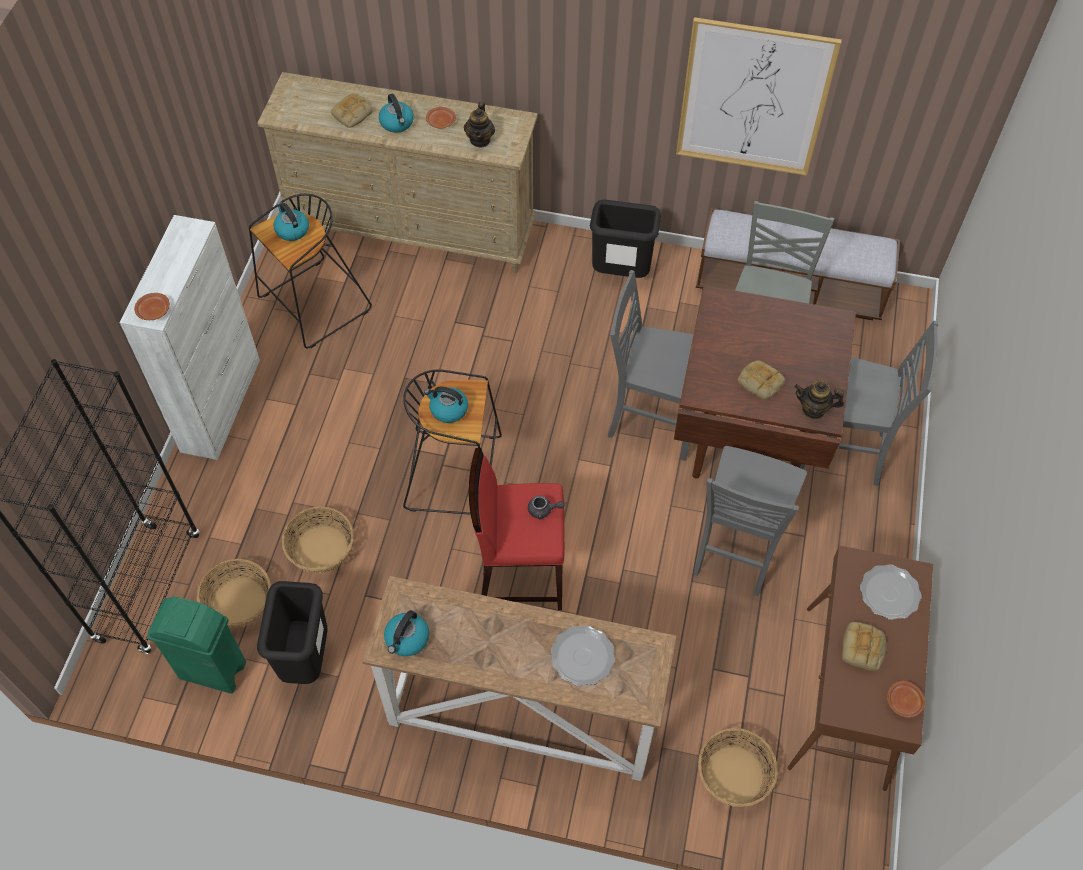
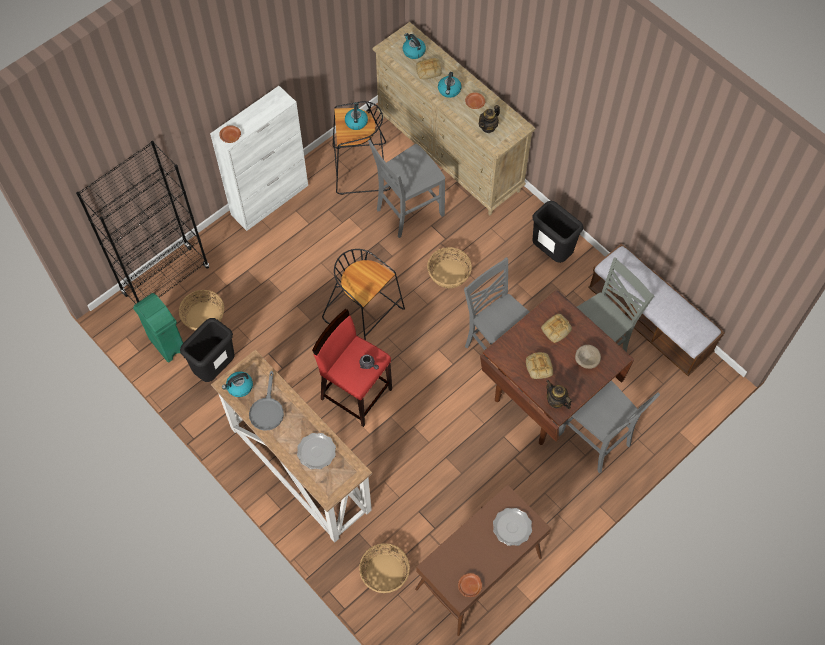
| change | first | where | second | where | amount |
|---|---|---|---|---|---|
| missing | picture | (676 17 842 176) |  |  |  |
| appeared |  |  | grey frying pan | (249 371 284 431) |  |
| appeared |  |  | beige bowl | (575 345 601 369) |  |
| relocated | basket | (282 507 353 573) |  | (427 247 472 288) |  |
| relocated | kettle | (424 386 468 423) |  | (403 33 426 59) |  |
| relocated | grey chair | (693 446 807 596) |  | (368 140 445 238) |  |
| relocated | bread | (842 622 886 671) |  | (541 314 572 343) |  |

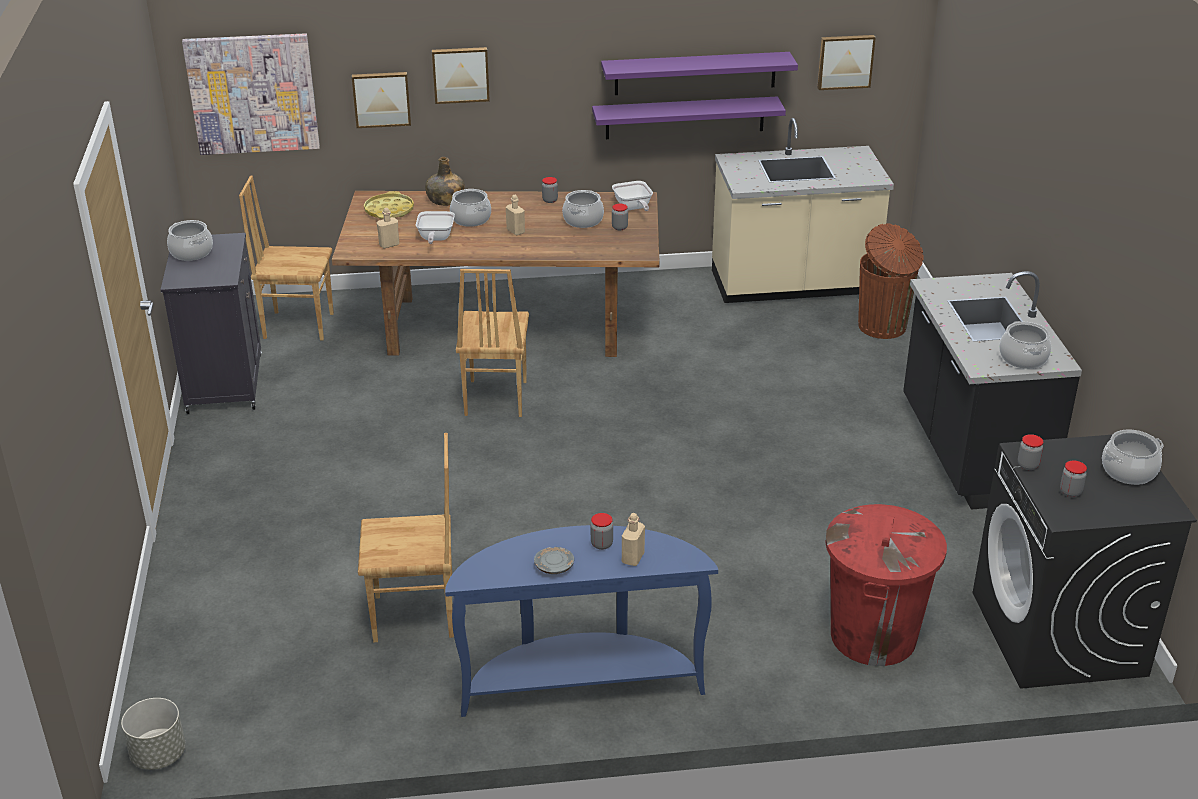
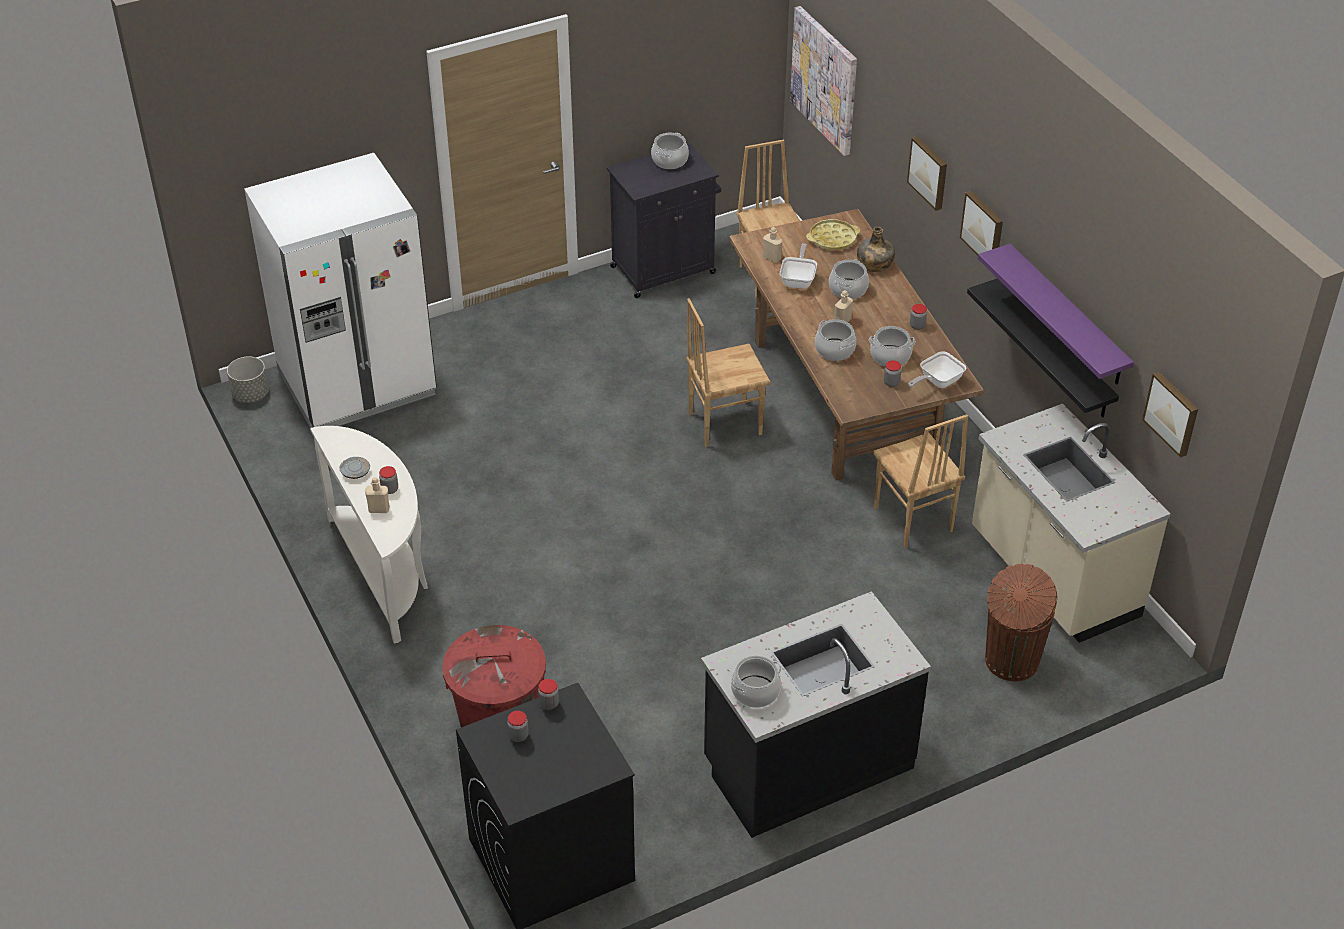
| change | first | where | second | where | amount |
|---|---|---|---|---|---|
| appeared |  |  | white fridge | (244 153 437 428) |  |
| relocated | picture | (352 72 411 128) |  | (960 191 1003 255) |  |
| relocated | brown chair | (358 433 454 642) |  | (873 414 968 548) |  |
| relocated | cooking pot | (1102 430 1163 485) |  | (815 319 856 361) |  |
| colour | blue console table | (445 525 718 717) | white console table | (310 426 428 644) |  |
| colour | purple shelf | (592 96 786 139) | black shelf | (967 279 1119 418) |  |
| spun | frying pan | (416 211 455 244) |  | (780 243 817 289) | 120 degrees clockwise |

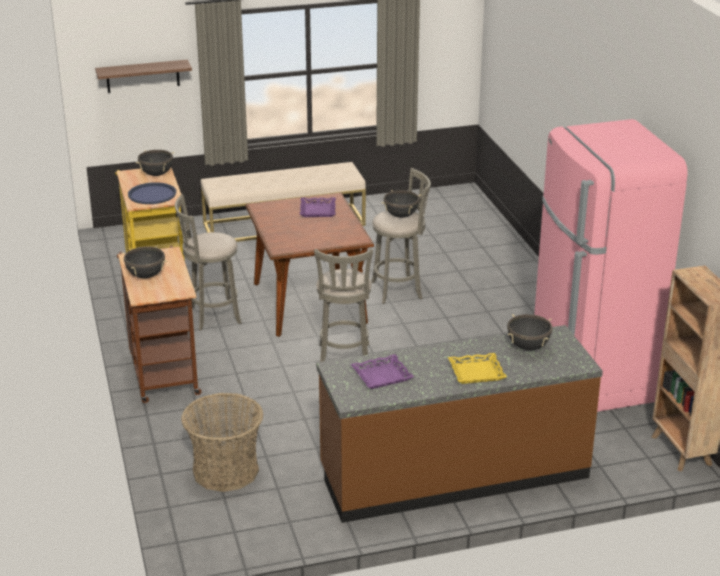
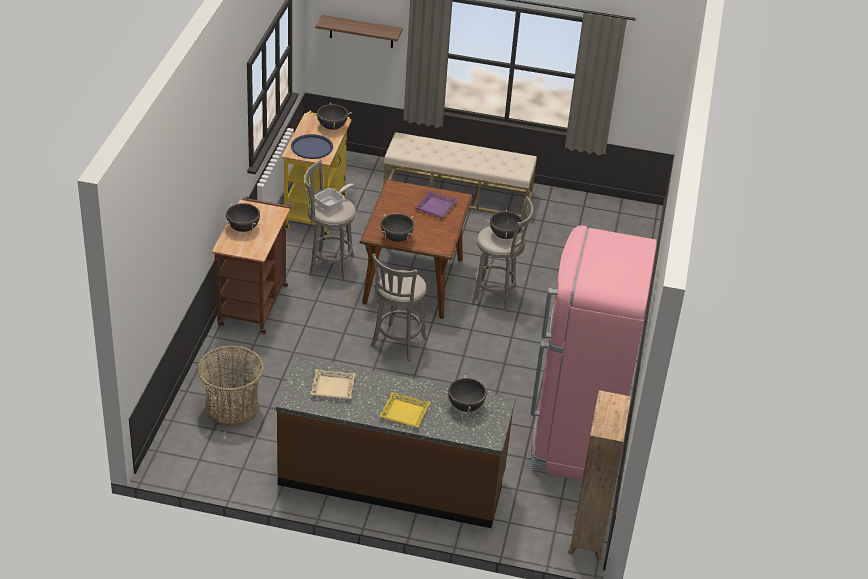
| change | first | where | second | where | amount |
|---|---|---|---|---|---|
| appeared |  |  | frying pan | (315 183 354 211) |  |
| appeared |  |  | black cooking pot | (381 214 414 242) |  |
| colour | purple tray | (351 354 414 389) | beige tray | (310 369 356 399) |  |

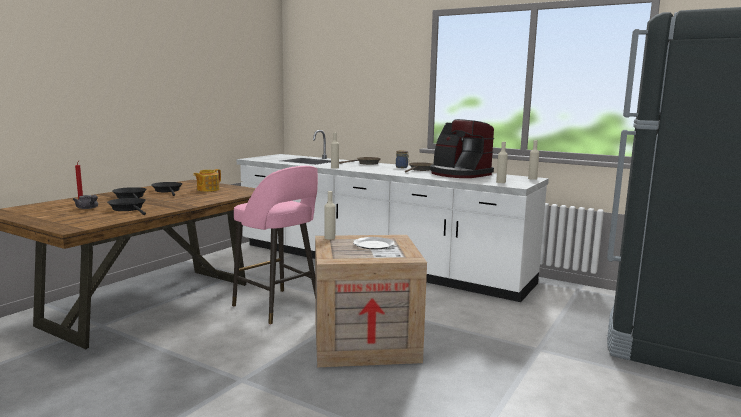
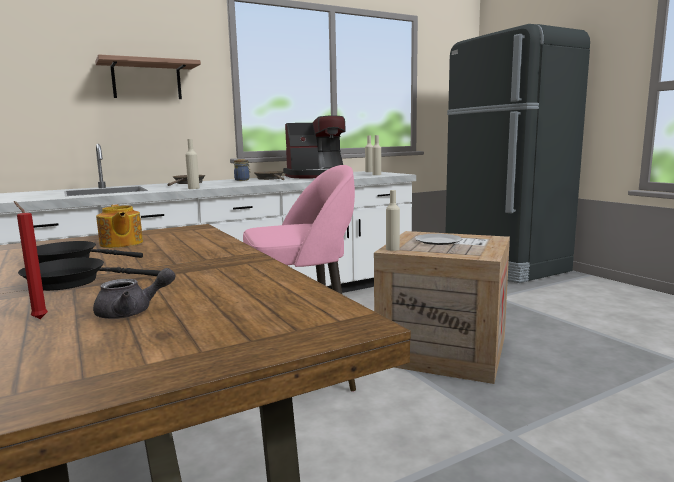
| change | first | where | second | where | amount |
|---|---|---|---|---|---|
| missing | black frying pan | (107 198 146 215) |  |  |  |
| appeared |  |  | shelf | (95 54 201 99) |  |

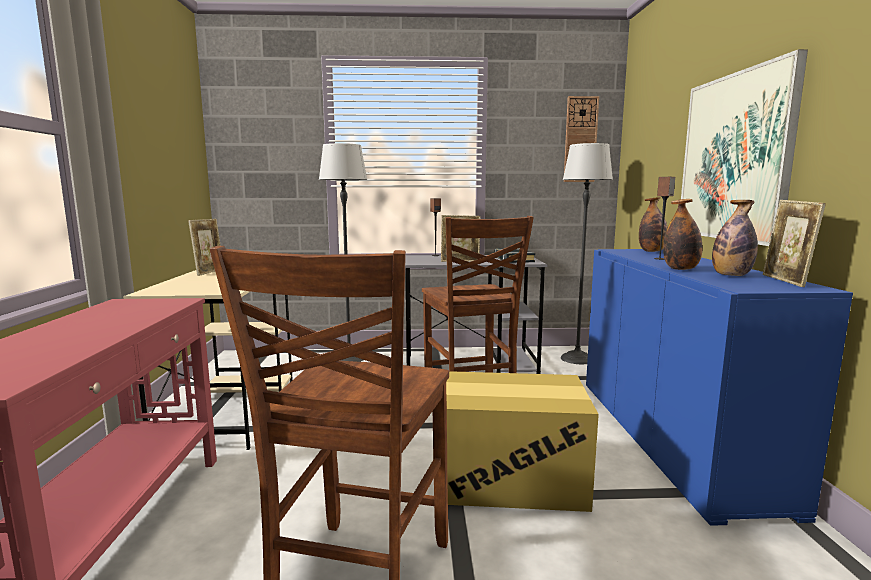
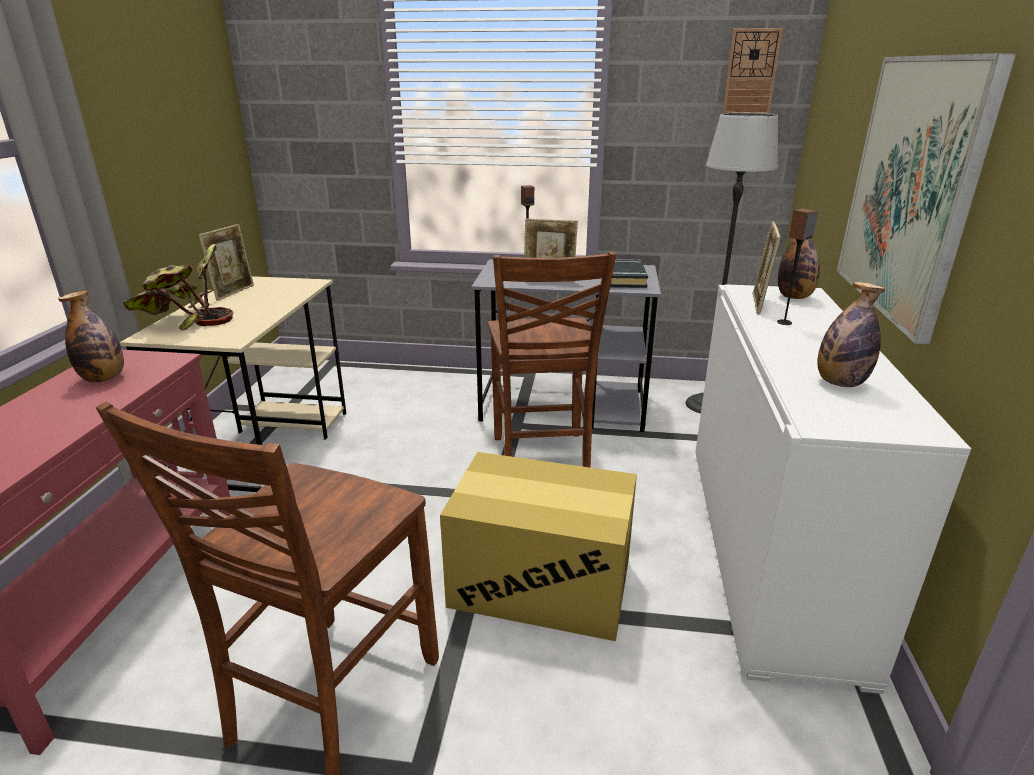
| change | first | where | second | where | amount |
|---|---|---|---|---|---|
| missing | floor lamp | (319 143 367 362) |  |  |  |
| appeared |  |  | potted plant | (123 244 234 330) |  |
| relocated | bottle | (663 199 703 270) |  | (58 290 124 382) |  |
| relocated | picture frame | (763 200 826 287) |  | (753 221 781 315) |  |
| colour | blue cabinet | (586 249 853 526) | white cabinet | (695 284 971 694) |  |

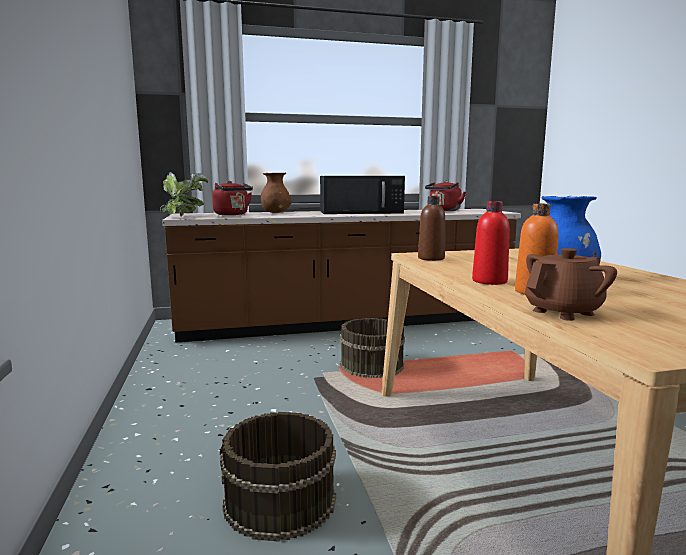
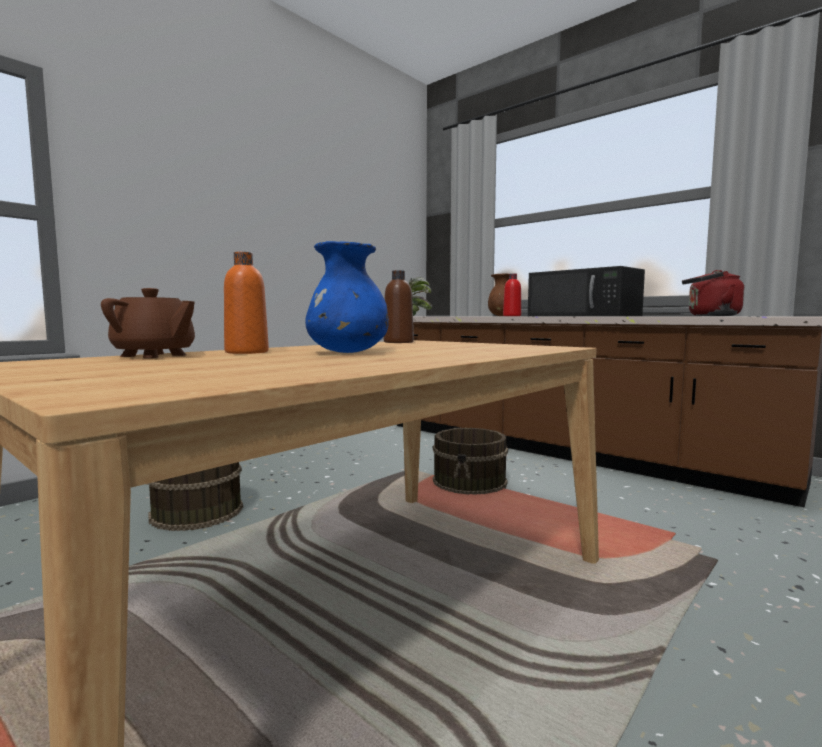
| change | first | where | second | where | amount |
|---|---|---|---|---|---|
| missing | red kettle | (212 181 253 215) |  |  |  |
| relocated | red bottle | (472 201 510 285) |  | (503 274 521 316) |  |

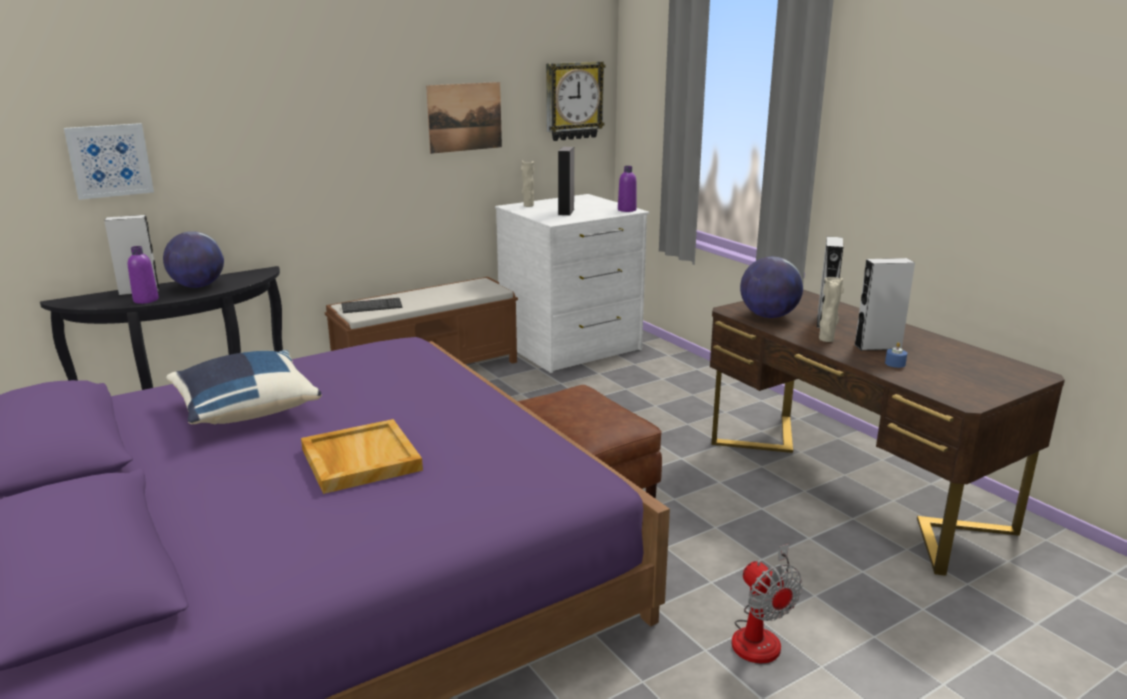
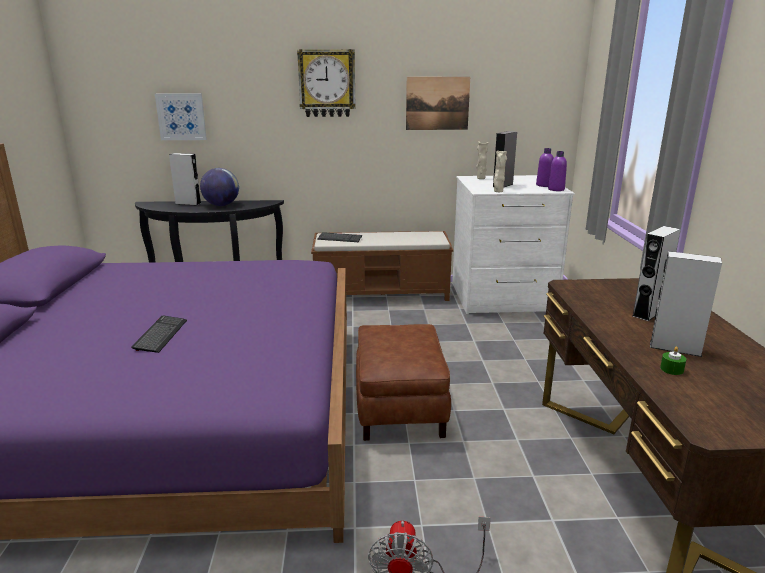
| change | first | where | second | where | amount |
|---|---|---|---|---|---|
| missing | blue pillow | (166 350 322 424) |  |  |  |
| missing | globe | (740 256 803 318) |  |  |  |
| relocated | purple bottle | (128 246 159 304) |  | (536 148 554 187) |  |
| relocated | wall clock | (546 61 606 141) |  | (297 49 356 117) |  |
| relocated | beige vase | (819 277 844 342) |  | (493 151 507 192) |  |
| exchanged | beige tray | (301 419 423 494) | keyboard | (131 316 187 353) |  |
| colour | blue candle | (885 342 907 368) | green candle | (660 347 686 375) |  |

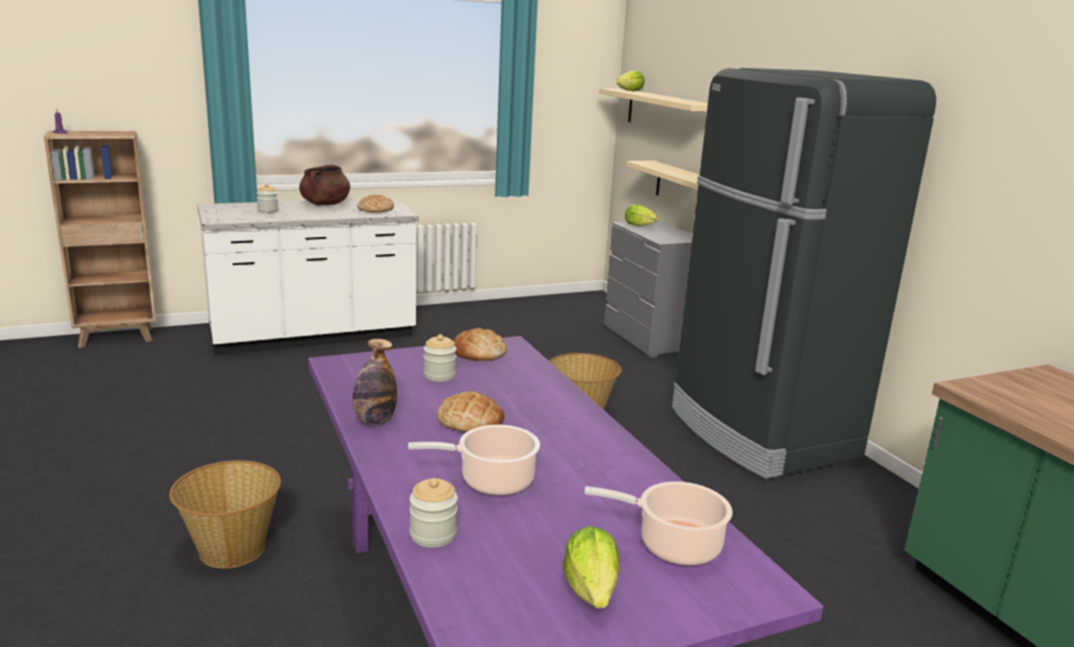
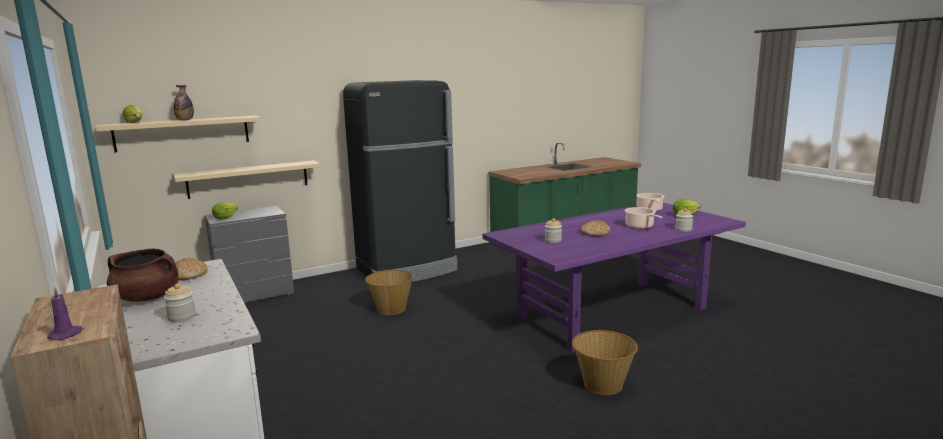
| change | first | where | second | where | amount |
|---|---|---|---|---|---|
| missing | bread | (454 328 507 361) |  |  |  |
| relocated | bottle | (353 339 397 425) |  | (174 85 194 120) |  |

